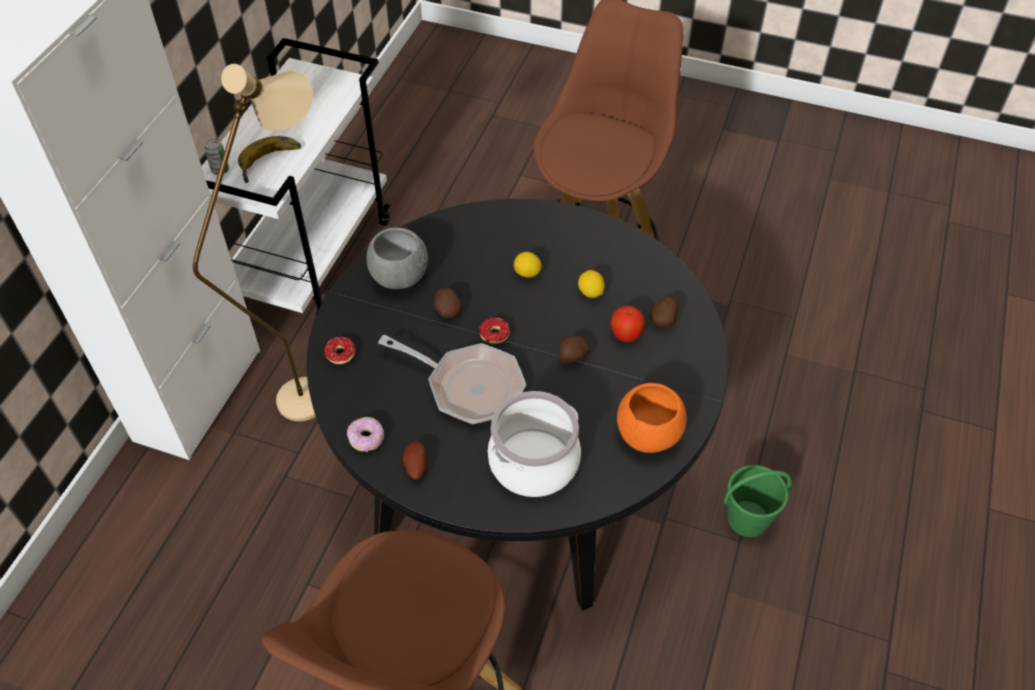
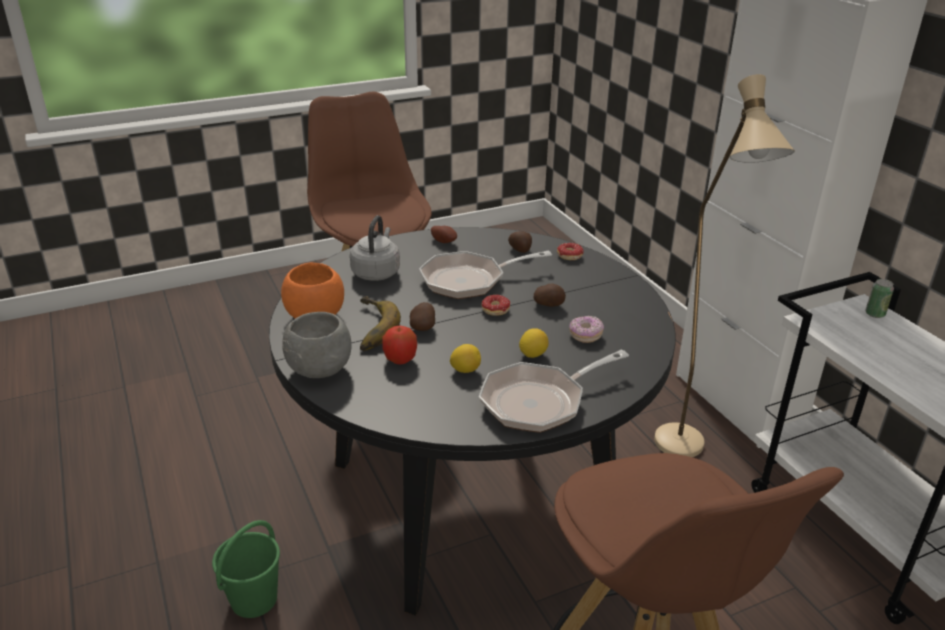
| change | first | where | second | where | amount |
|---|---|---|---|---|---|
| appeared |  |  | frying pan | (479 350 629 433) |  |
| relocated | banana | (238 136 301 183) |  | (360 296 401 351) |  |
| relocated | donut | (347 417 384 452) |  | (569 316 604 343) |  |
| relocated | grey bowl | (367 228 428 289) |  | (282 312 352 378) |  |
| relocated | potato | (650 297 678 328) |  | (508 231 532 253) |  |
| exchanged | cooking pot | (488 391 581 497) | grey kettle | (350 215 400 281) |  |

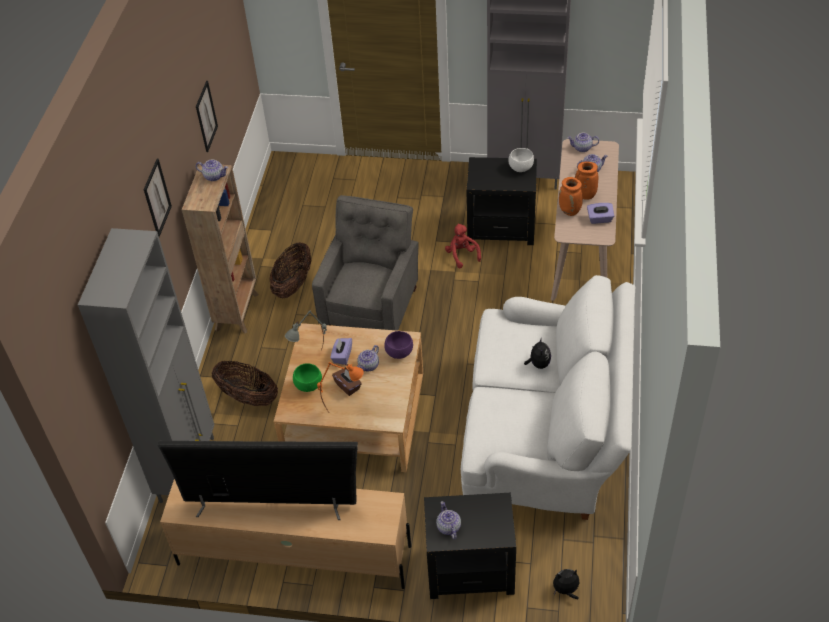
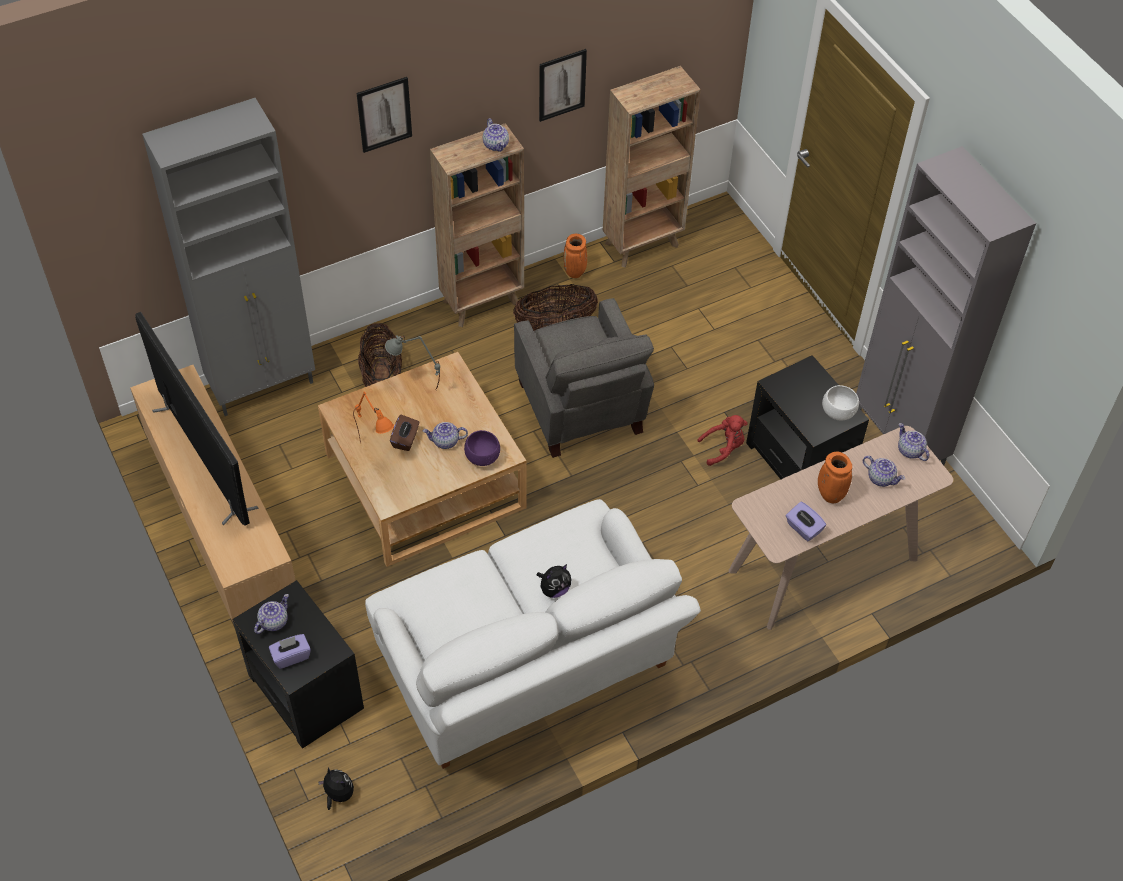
| change | first | where | second | where | amount |
|---|---|---|---|---|---|
| missing | green bowl | (293 364 322 392) |  |  |  |
| appeared |  |  | brown bookcase | (603 66 701 268) |  |
| relocated | purple tissue box | (330 338 352 365) |  | (269 634 311 669) |  |
| relocated | orange vase | (559 177 583 216) |  | (564 234 587 278) |  |
| spun | grey armchair | (312 195 419 331) |  | (514 298 654 458) | 90 degrees clockwise |
| spun | red plush toy | (445 224 481 268) |  | (697 415 747 466) | 45 degrees clockwise |

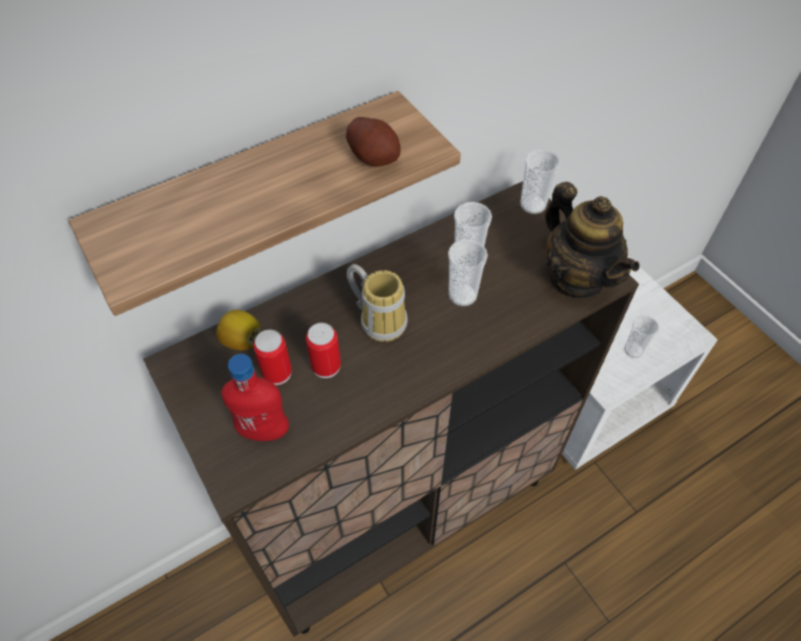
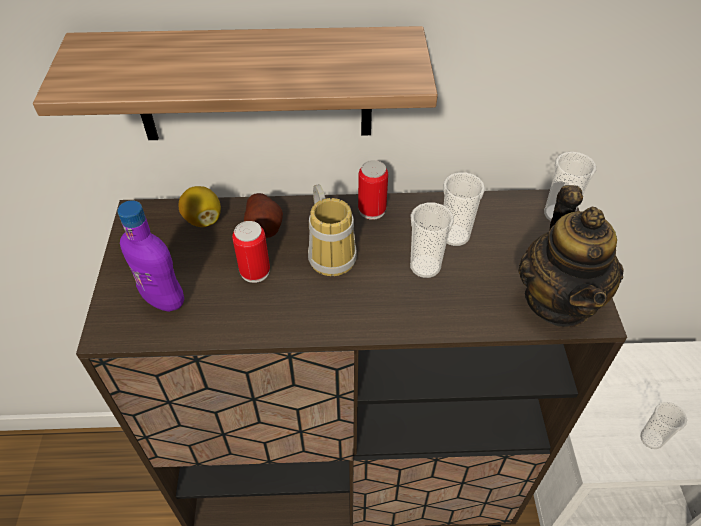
| change | first | where | second | where | amount |
|---|---|---|---|---|---|
| relocated | can | (253 330 292 385) |  | (358 160 388 220) |  |
| relocated | potato | (346 117 401 167) |  | (244 193 283 238) |  |
| colour | red bottle | (221 354 289 441) | purple bottle | (117 200 184 312) |  |

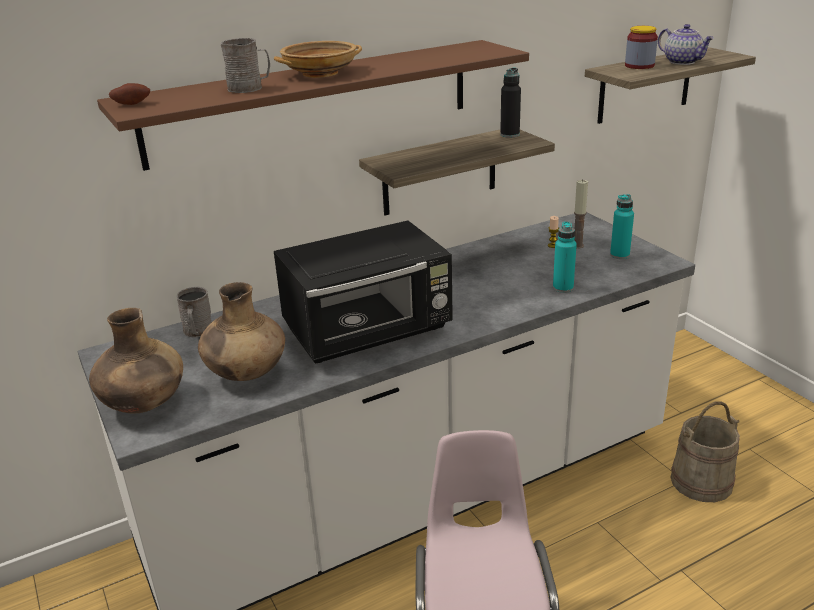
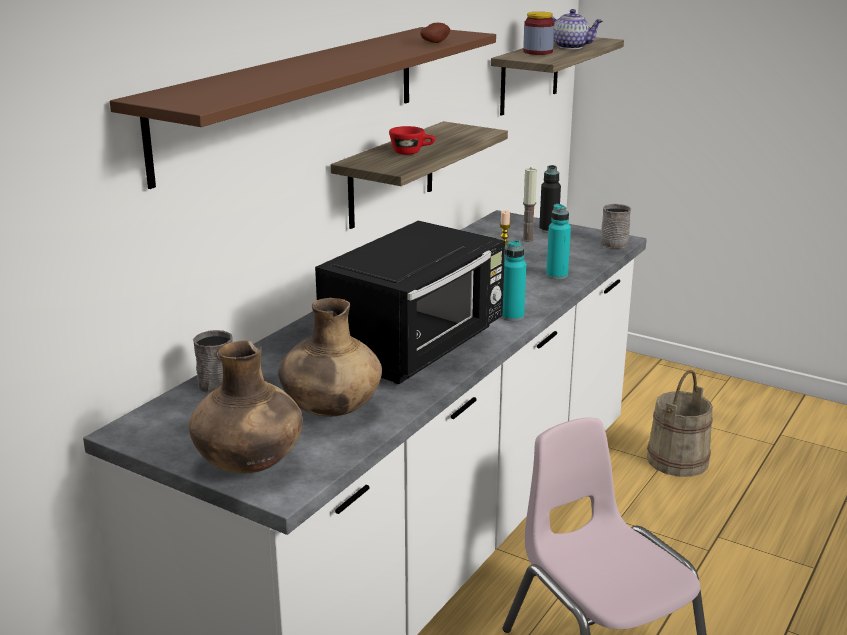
| change | first | where | second | where | amount |
|---|---|---|---|---|---|
| missing | beige bowl | (274 41 362 78) |  |  |  |
| appeared |  |  | red cup | (389 126 435 155) |  |
| relocated | potato | (109 83 150 105) |  | (420 23 450 43) |  |
| relocated | grey mug | (220 38 270 93) |  | (600 204 631 249) |  |
| relocated | black bottle | (500 68 521 138) |  | (539 165 561 233) |  |
| relocated | turquoise bottle | (610 194 634 259) |  | (501 240 526 321) |  |

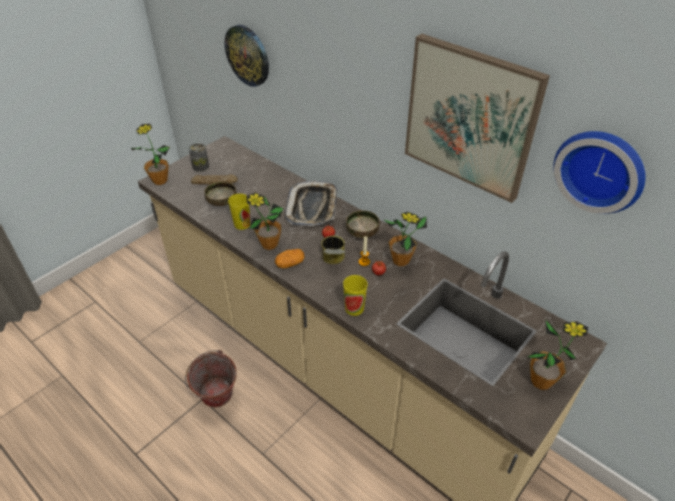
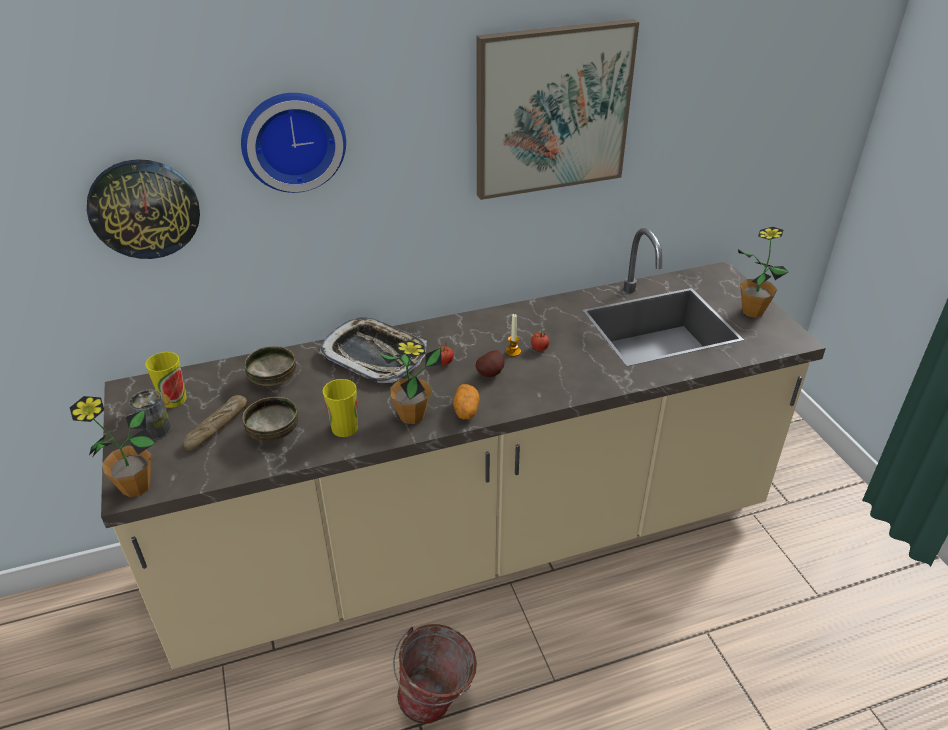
| change | first | where | second | where | amount |
|---|---|---|---|---|---|
| missing | potted plant | (383 212 427 266) |  |  |  |
| relocated | cup | (343 275 367 316) |  | (145 352 187 408) |  |
| relocated | bowl | (346 210 380 238) |  | (244 346 296 386) |  |
| relocated | wall clock | (553 131 645 214) |  | (241 93 346 193) |  |
| exchanged | can | (321 235 345 264) | potato | (476 350 505 377) |  |

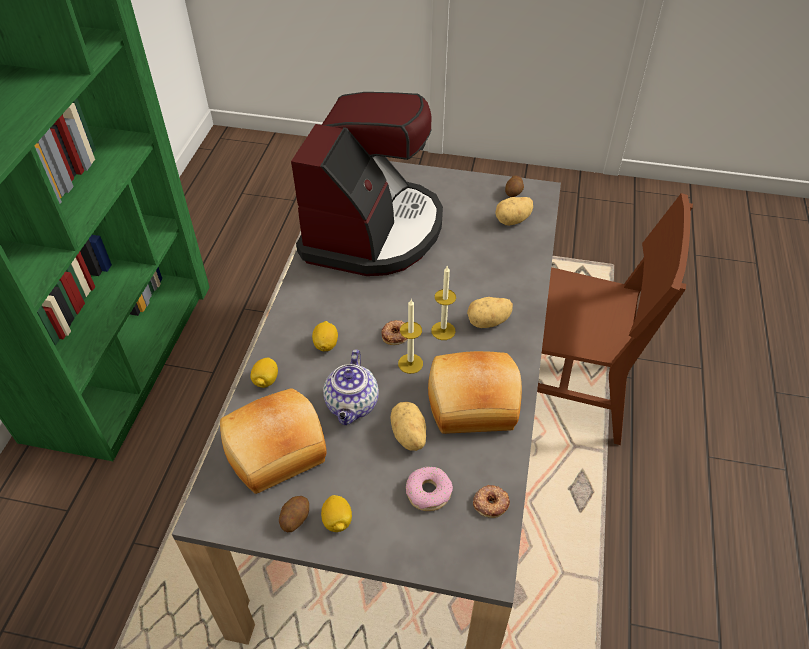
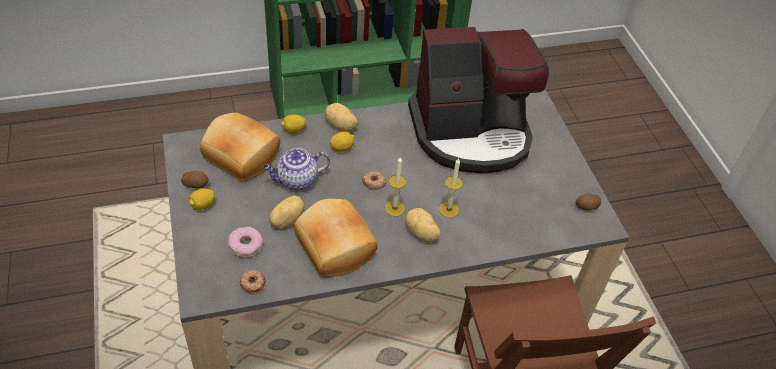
| change | first | where | second | where | amount |
|---|---|---|---|---|---|
| relocated | candle | (398 299 423 374) |  | (439 158 463 218) |  |
| relocated | potato | (495 197 533 226) |  | (325 103 358 131) |  |

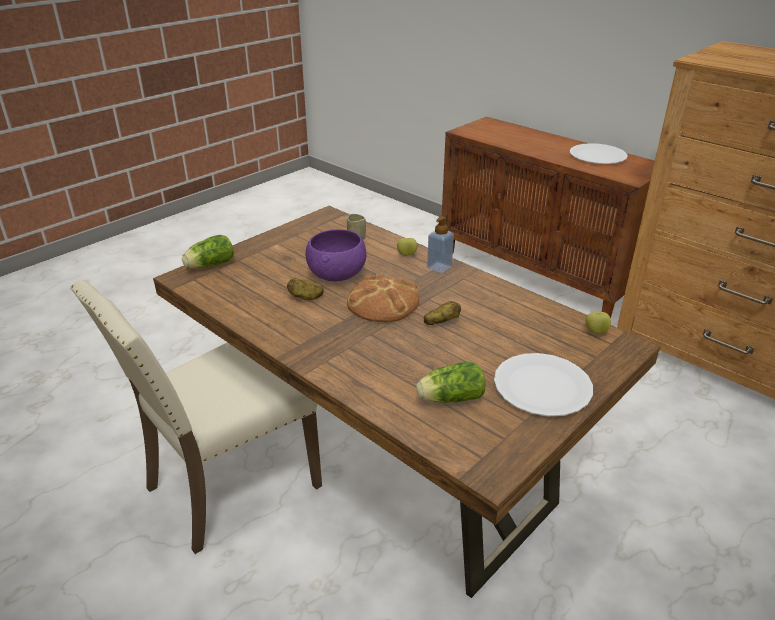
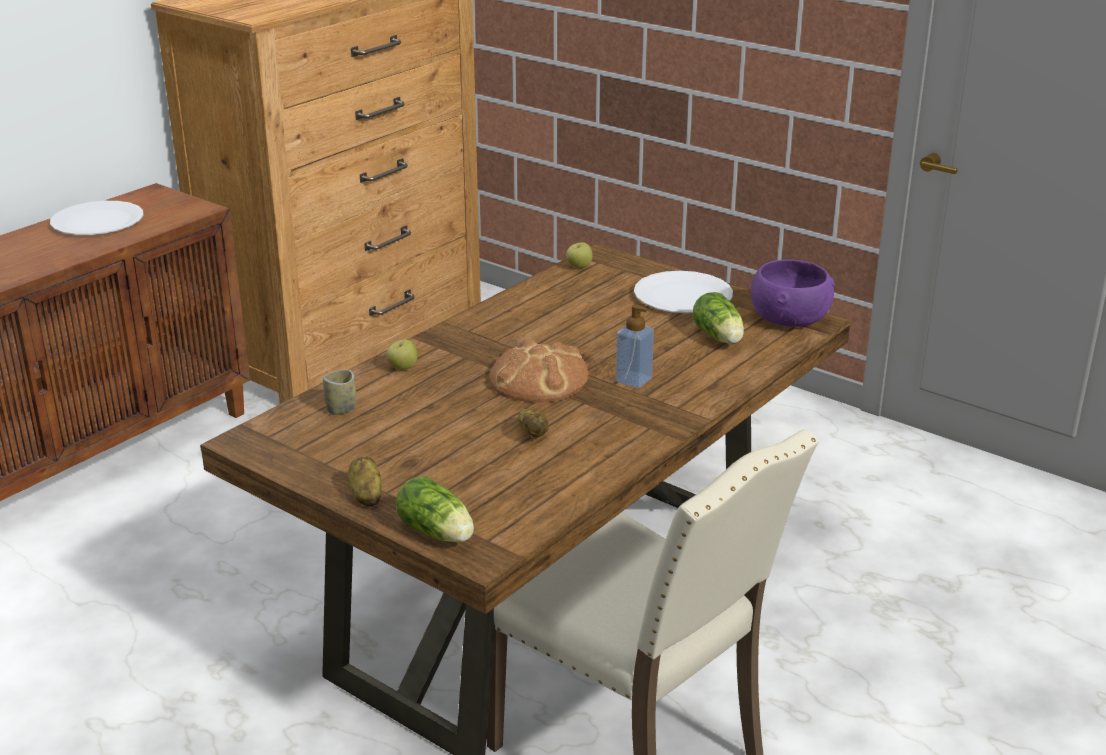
| change | first | where | second | where | amount |
|---|---|---|---|---|---|
| relocated | purple bowl | (306 229 366 282) |  | (751 260 835 327) |  |
| relocated | potato | (424 301 461 325) |  | (348 457 382 506) |  |
| relocated | soap dispenser | (427 216 454 273) |  | (616 304 654 388) |  |

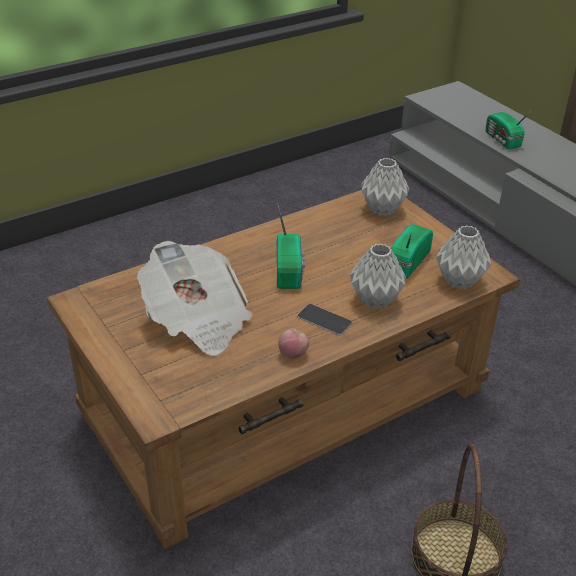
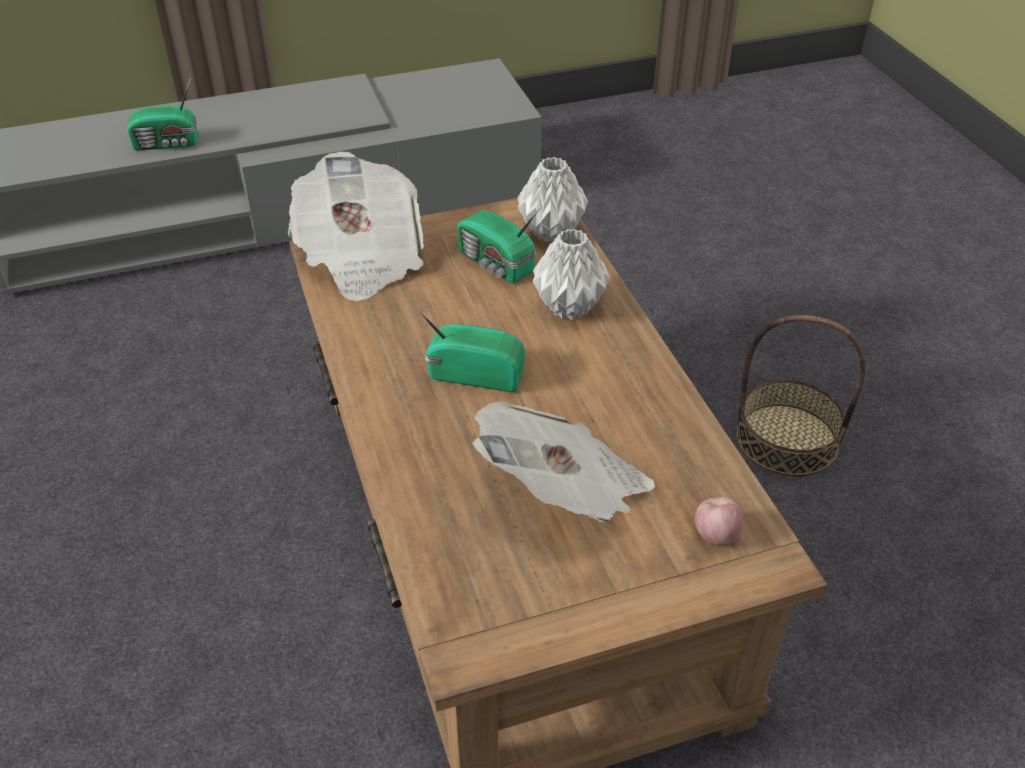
| change | first | where | second | where | amount |
|---|---|---|---|---|---|
| missing | phone | (297 304 353 335) |  |  |  |
| relocated | apple | (279 328 309 359) |  | (695 497 743 545) |  |
| exchanged | grey vase | (361 158 409 216) | newspaper | (287 152 424 302) |  |

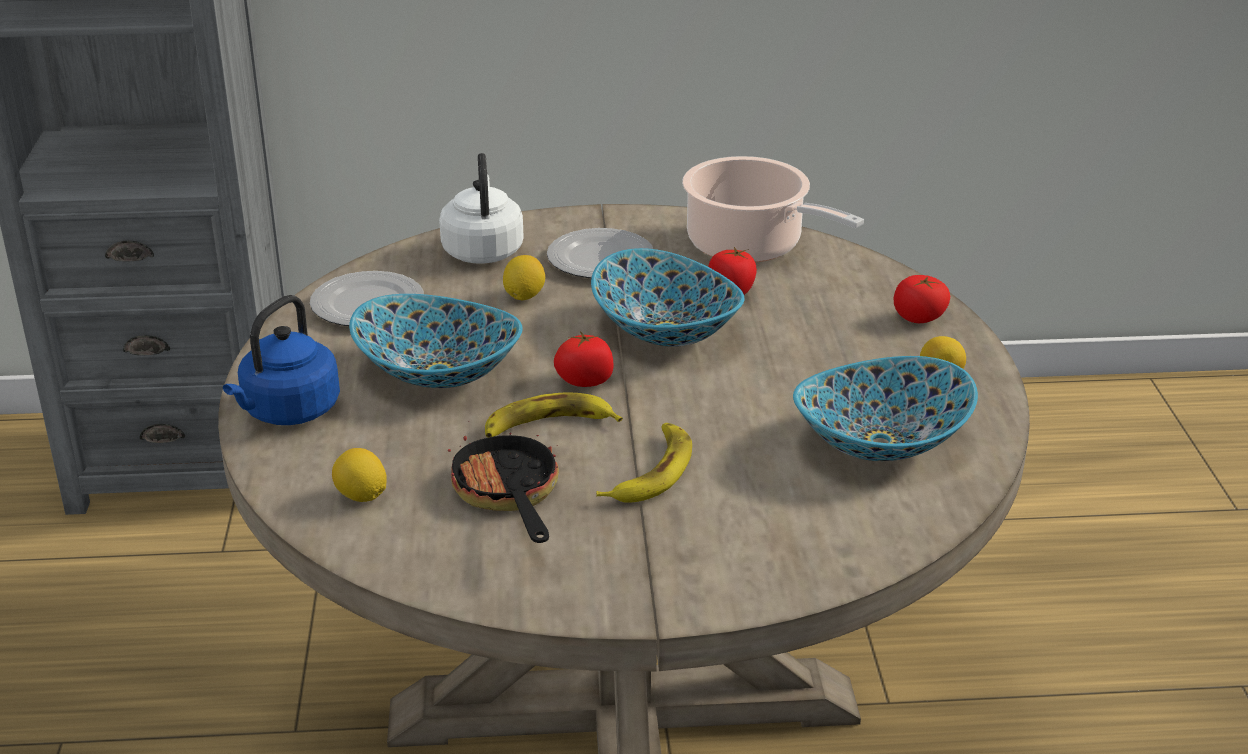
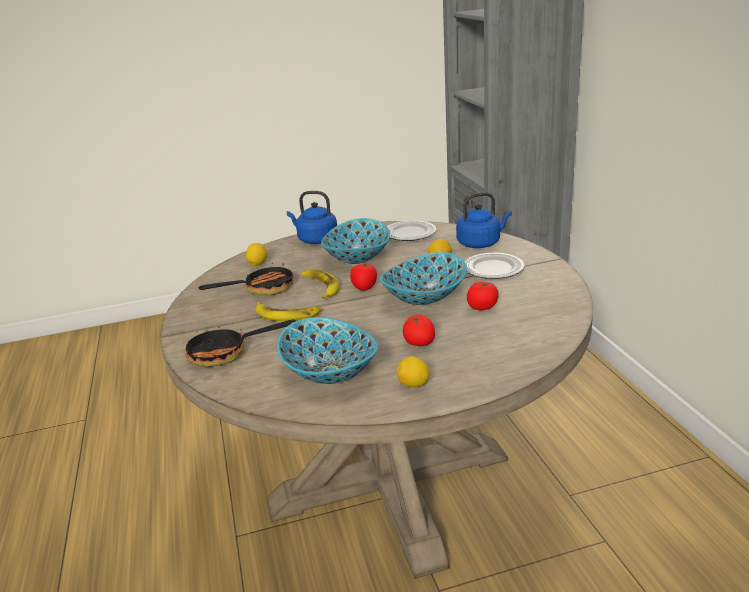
| change | first | where | second | where | amount |
|---|---|---|---|---|---|
| missing | cooking pot | (682 156 864 263) |  |  |  |
| appeared |  |  | frying pan | (183 319 296 367) |  |
| relocated | tomato | (894 275 950 323) |  | (403 314 435 346) |  |
| colour | white kettle | (439 153 524 264) | blue kettle | (456 192 512 248) |  |

